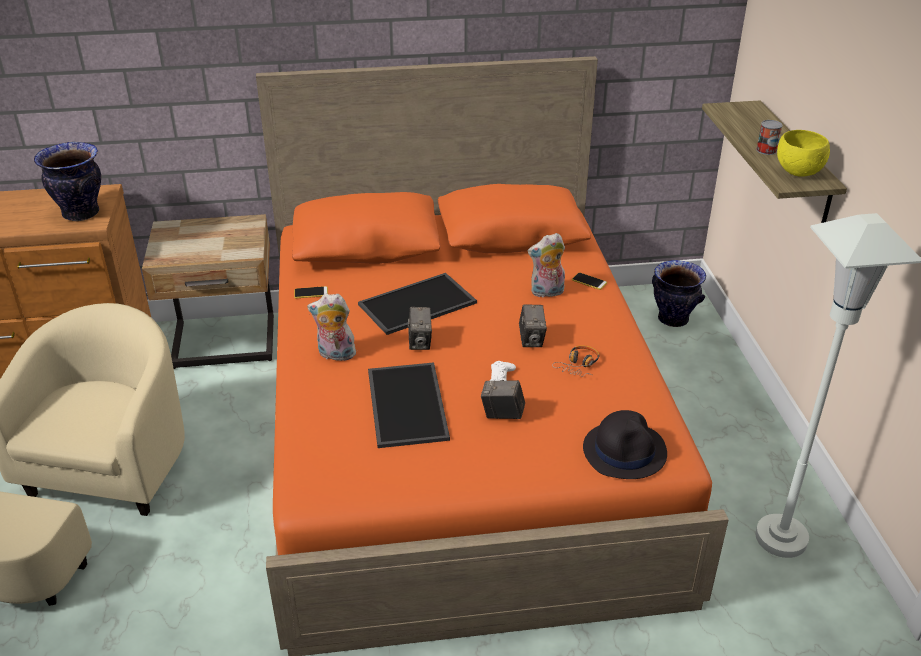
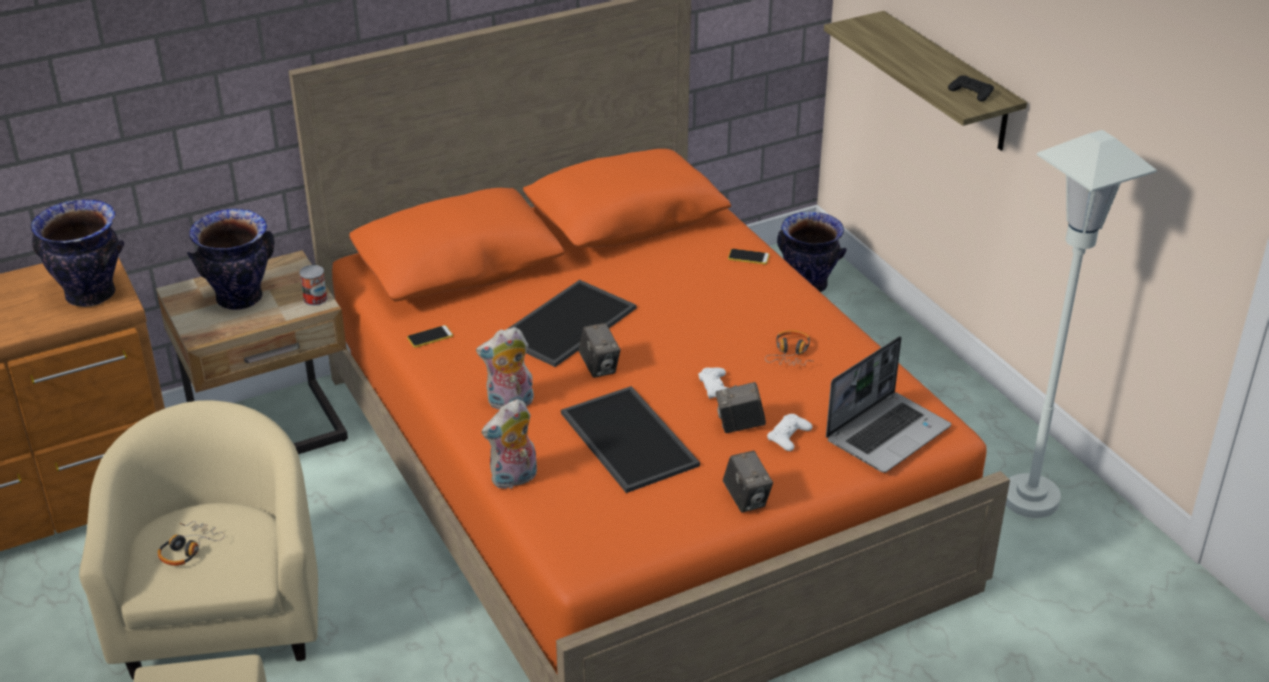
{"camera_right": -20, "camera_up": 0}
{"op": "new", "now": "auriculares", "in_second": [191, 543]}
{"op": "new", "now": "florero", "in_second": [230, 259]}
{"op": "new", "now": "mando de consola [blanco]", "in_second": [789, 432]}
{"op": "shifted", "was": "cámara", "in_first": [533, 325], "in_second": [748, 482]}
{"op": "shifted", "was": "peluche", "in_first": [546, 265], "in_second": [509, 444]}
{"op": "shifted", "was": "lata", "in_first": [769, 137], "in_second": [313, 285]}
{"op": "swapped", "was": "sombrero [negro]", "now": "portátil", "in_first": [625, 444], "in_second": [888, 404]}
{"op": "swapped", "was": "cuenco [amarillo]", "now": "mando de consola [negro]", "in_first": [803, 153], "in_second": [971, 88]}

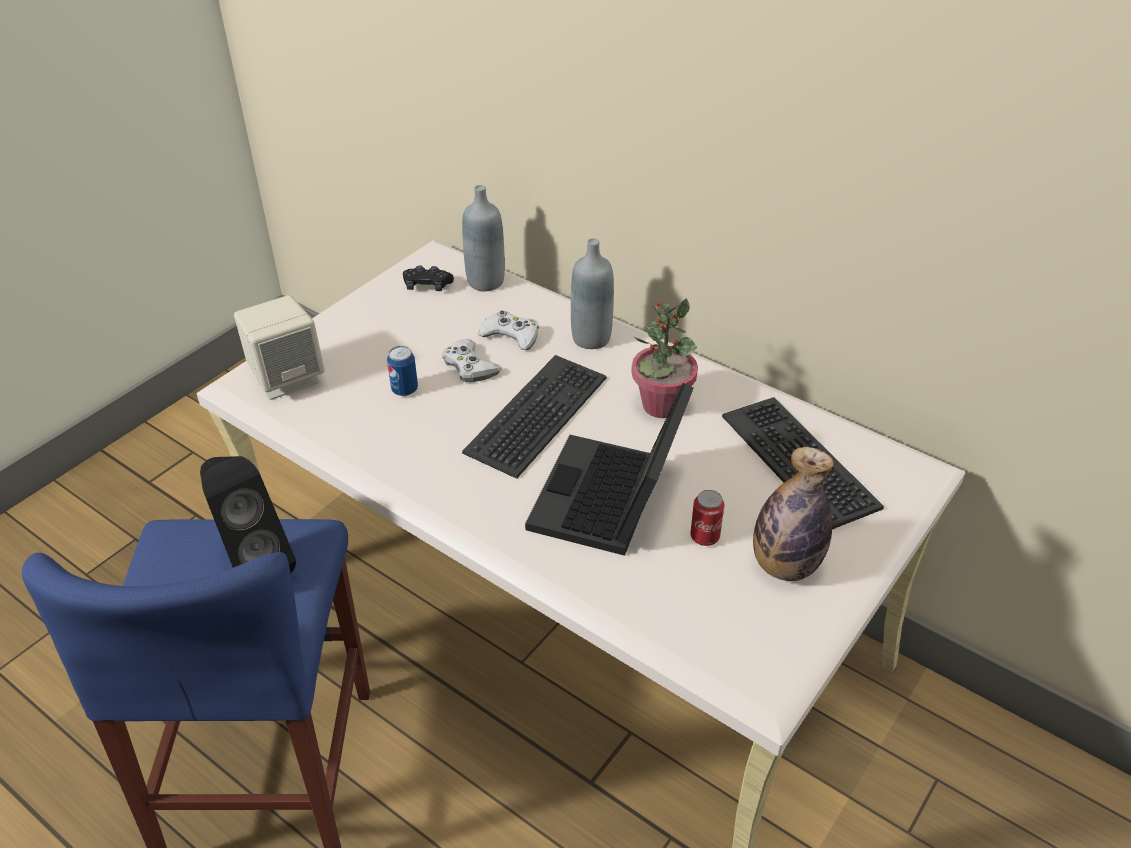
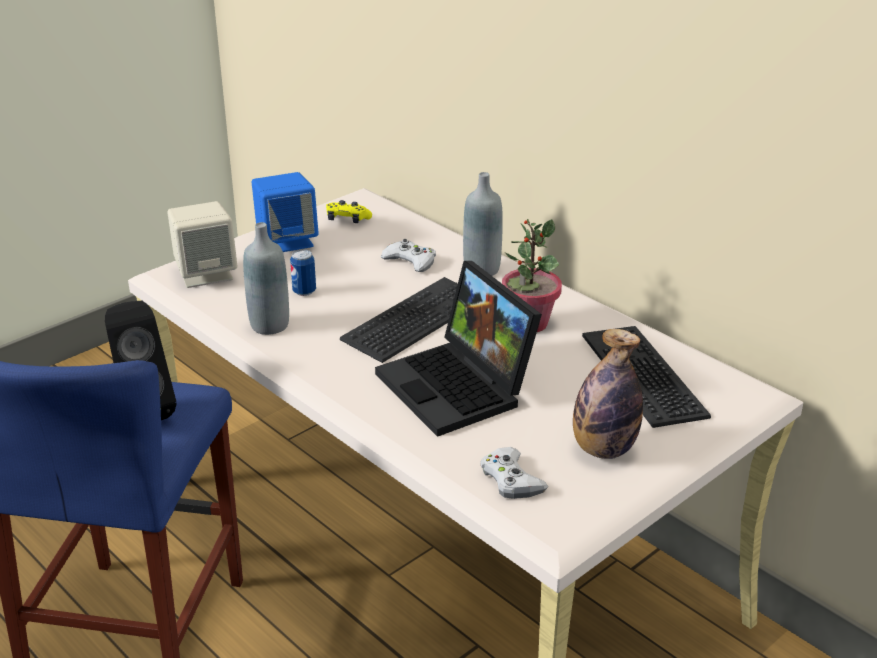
{"camera_right": 10, "camera_up": -10}
{"op": "gone", "was": "lata", "in_first": [707, 518]}
{"op": "new", "now": "altavoz [azul]", "in_second": [285, 212]}
{"op": "shifted", "was": "mando de consola [blanco]", "in_first": [471, 360], "in_second": [514, 473]}
{"op": "shifted", "was": "botella [gris]", "in_first": [483, 238], "in_second": [266, 278]}
{"op": "repainted", "was": "mando de consola [negro]", "now": "mando de consola [amarillo]", "in_first": [428, 278], "in_second": [349, 211]}
{"op": "rotated", "was": "portátil", "in_first": [609, 469], "in_second": [458, 349], "clockwise": -60}

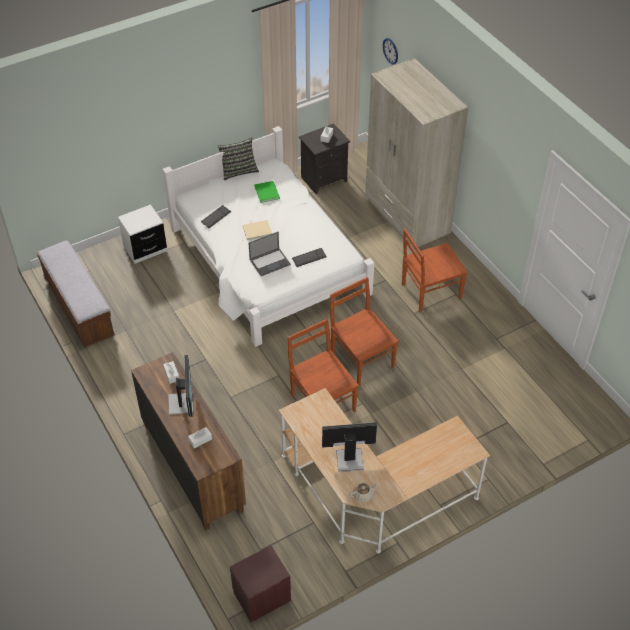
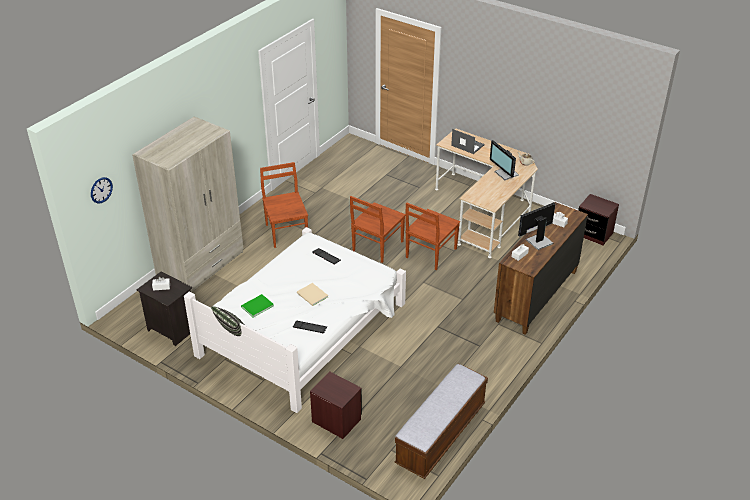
{"camera_right": -115, "camera_up": -10}
{"op": "shifted", "was": "portátil", "in_first": [270, 254], "in_second": [467, 141]}
{"op": "repainted", "was": "mesita de noche [blanco]", "now": "mesita de noche [marrón]", "in_first": [142, 234], "in_second": [336, 405]}
{"op": "rotated", "was": "silla [marrón]", "in_first": [435, 270], "in_second": [284, 205], "clockwise": -150}

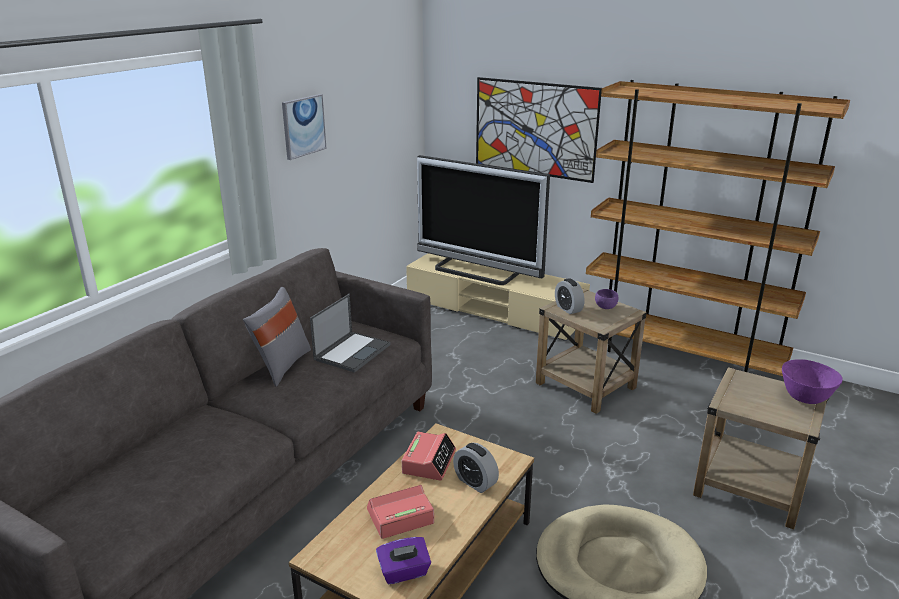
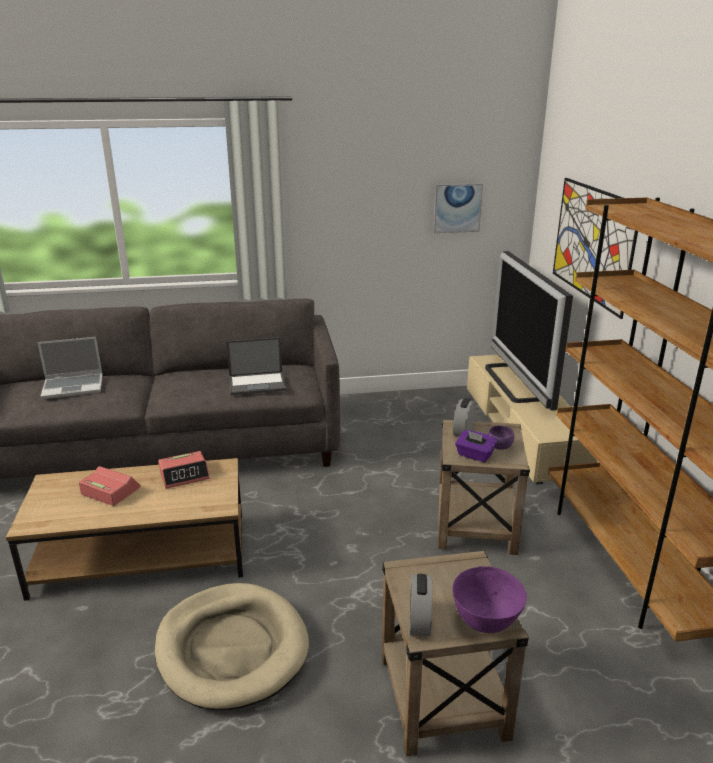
{"camera_right": 50, "camera_up": 0}
{"op": "gone", "was": "cojín [gris]", "in_first": [277, 337]}
{"op": "new", "now": "portátil", "in_second": [70, 368]}
{"op": "shifted", "was": "cuadro", "in_first": [304, 127], "in_second": [458, 208]}
{"op": "shifted", "was": "caja de pañuelos [morado]", "in_first": [403, 560], "in_second": [476, 446]}
{"op": "shifted", "was": "despertador", "in_first": [476, 468], "in_second": [421, 605]}

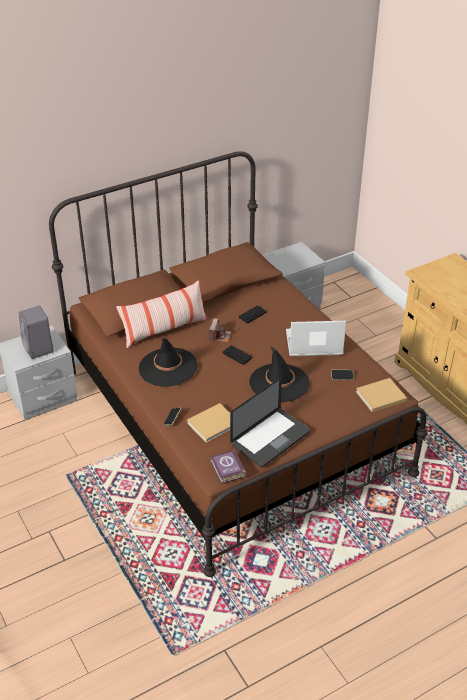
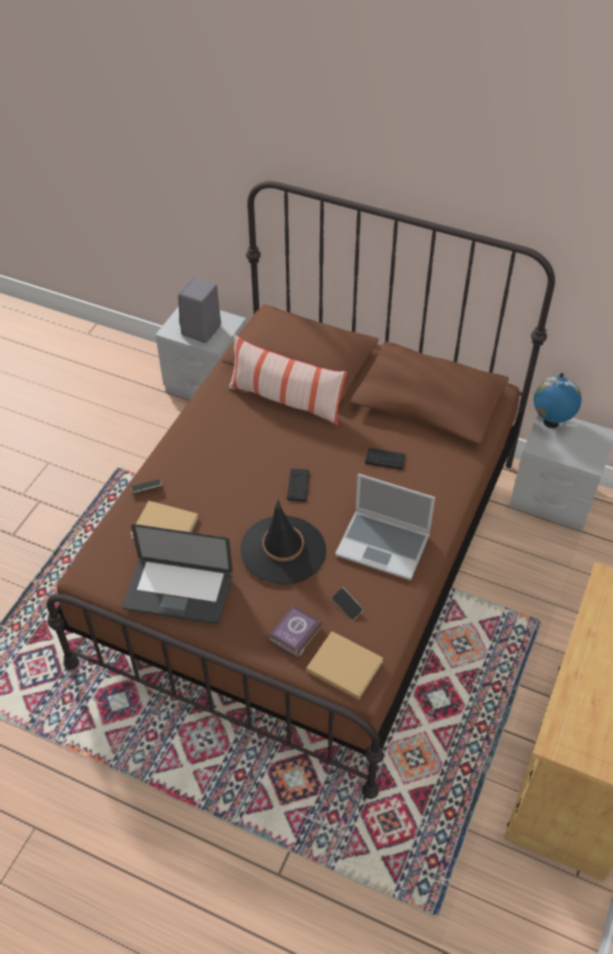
{"camera_right": 55, "camera_up": 10}
{"op": "gone", "was": "sombrero [negro]", "in_first": [168, 362]}
{"op": "gone", "was": "cámara", "in_first": [220, 330]}
{"op": "new", "now": "globo terráqueo", "in_second": [558, 400]}
{"op": "shifted", "was": "libro", "in_first": [228, 466], "in_second": [295, 632]}
{"op": "rotated", "was": "portátil", "in_first": [316, 338], "in_second": [385, 527], "clockwise": 150}

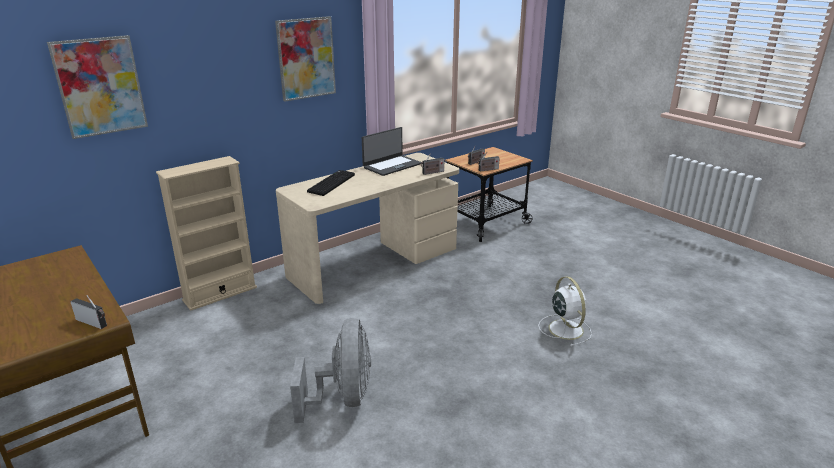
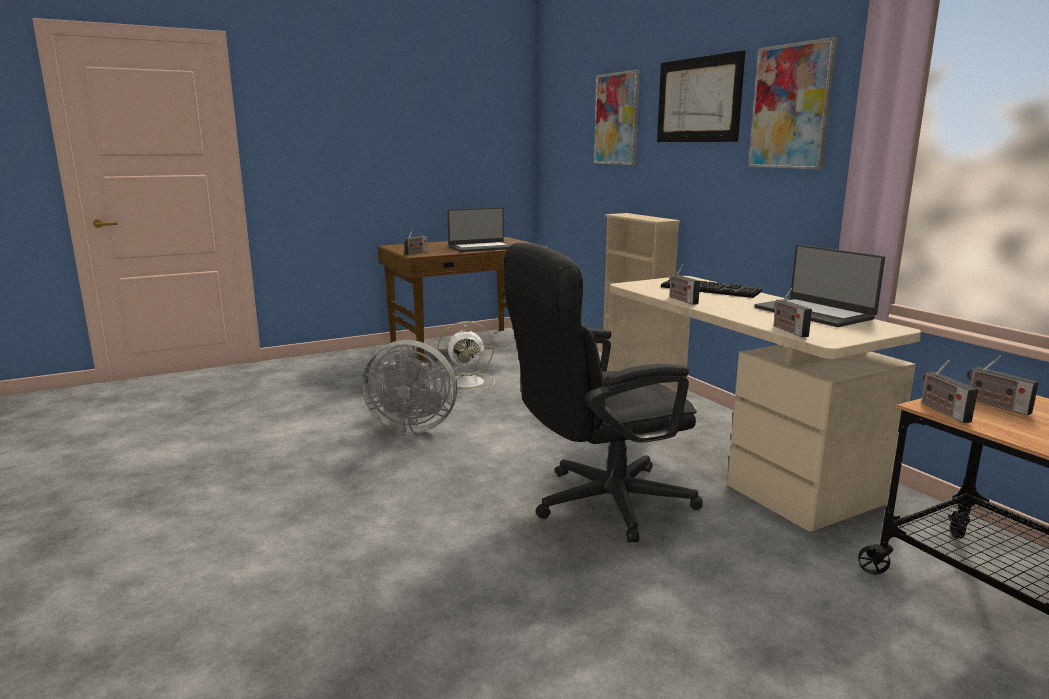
{"camera_right": 100, "camera_up": -10}
{"op": "new", "now": "portátil", "in_second": [479, 229]}
{"op": "new", "now": "silla de oficina [negro]", "in_second": [603, 393]}
{"op": "new", "now": "cuadro", "in_second": [701, 96]}
{"op": "new", "now": "radio", "in_second": [684, 284]}
{"op": "shifted", "was": "ventilador [blanco]", "in_first": [565, 311], "in_second": [466, 356]}

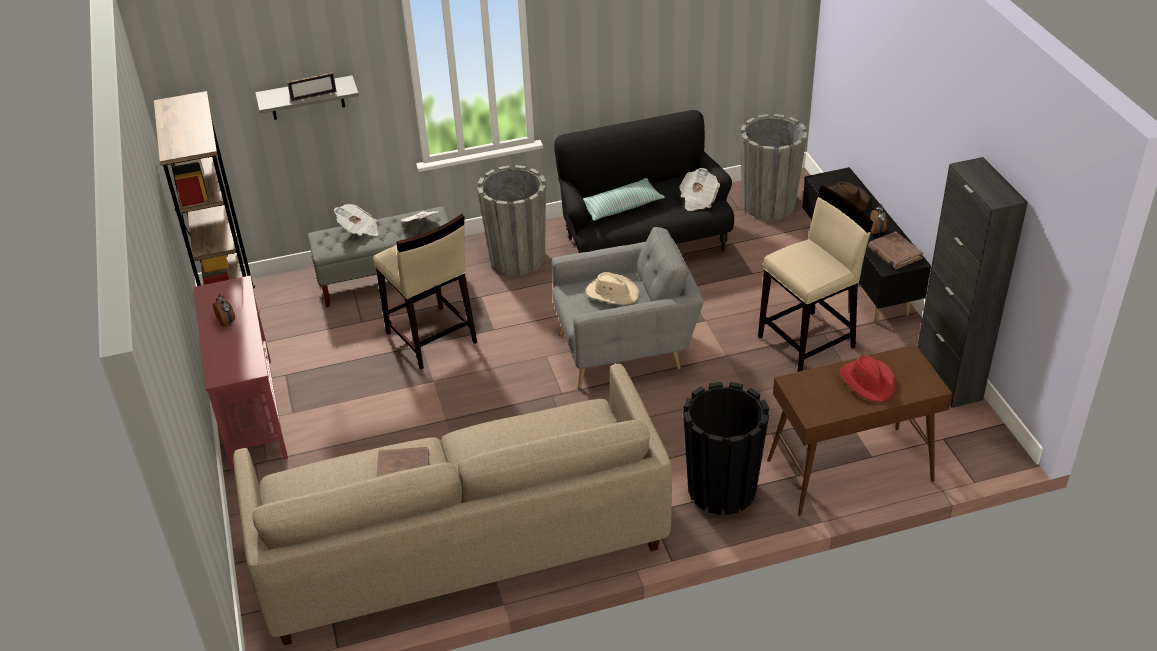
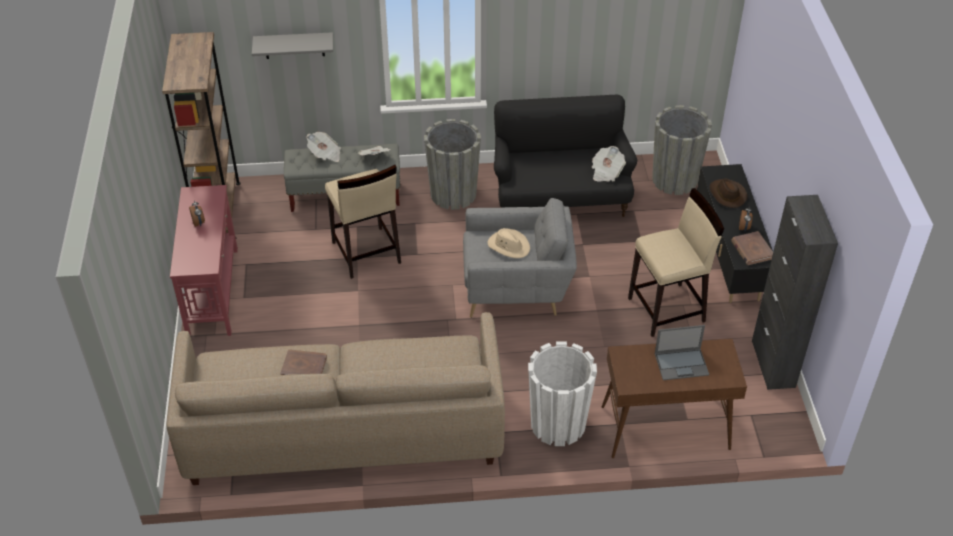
{"camera_right": 10, "camera_up": 5}
{"op": "gone", "was": "portarretratos", "in_first": [312, 87]}
{"op": "gone", "was": "cojín", "in_first": [624, 199]}
{"op": "swapped", "was": "sombrero [rojo]", "now": "portátil", "in_first": [868, 378], "in_second": [682, 352]}
{"op": "repainted", "was": "maceta [negro]", "now": "maceta [blanco]", "in_first": [726, 448], "in_second": [562, 393]}

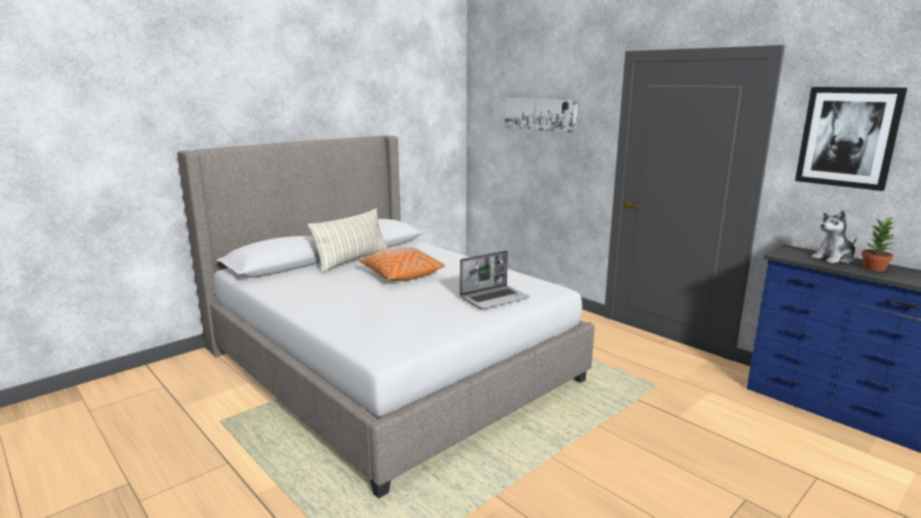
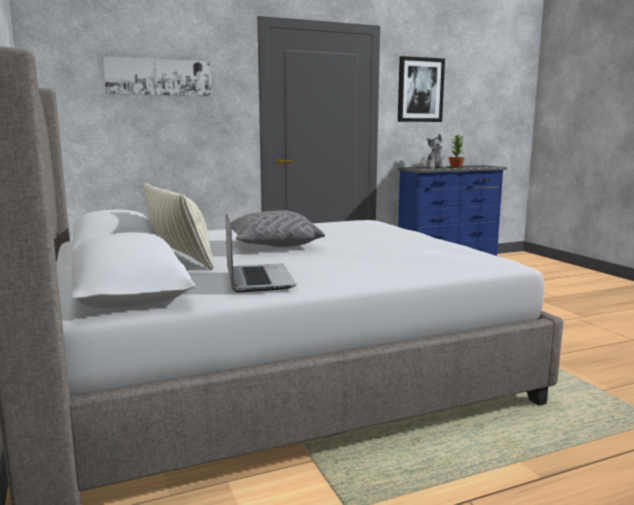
{"camera_right": -70, "camera_up": -5}
{"op": "shifted", "was": "portátil", "in_first": [495, 280], "in_second": [261, 253]}
{"op": "repainted", "was": "cojín [naranja]", "now": "cojín [gris]", "in_first": [401, 264], "in_second": [277, 228]}

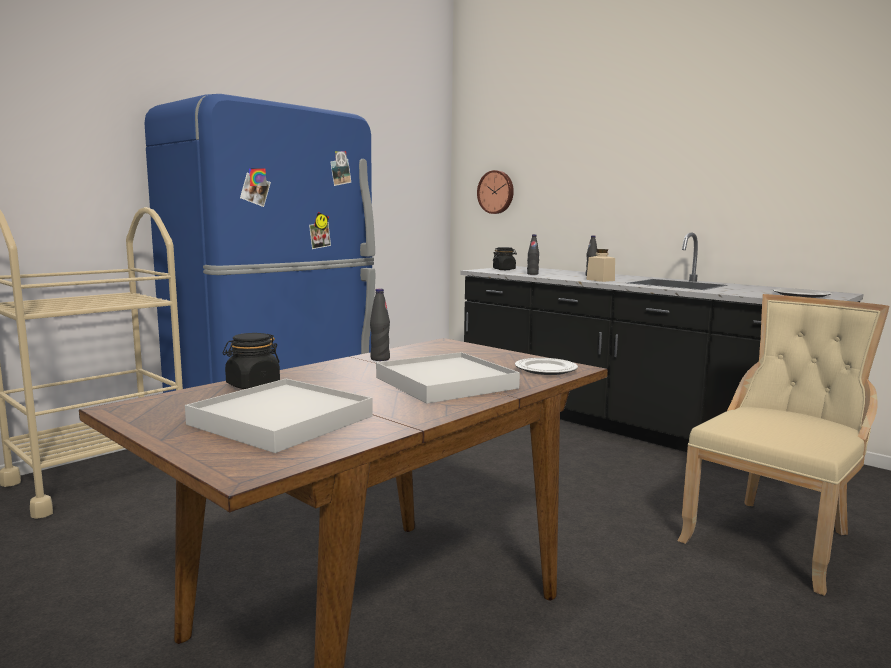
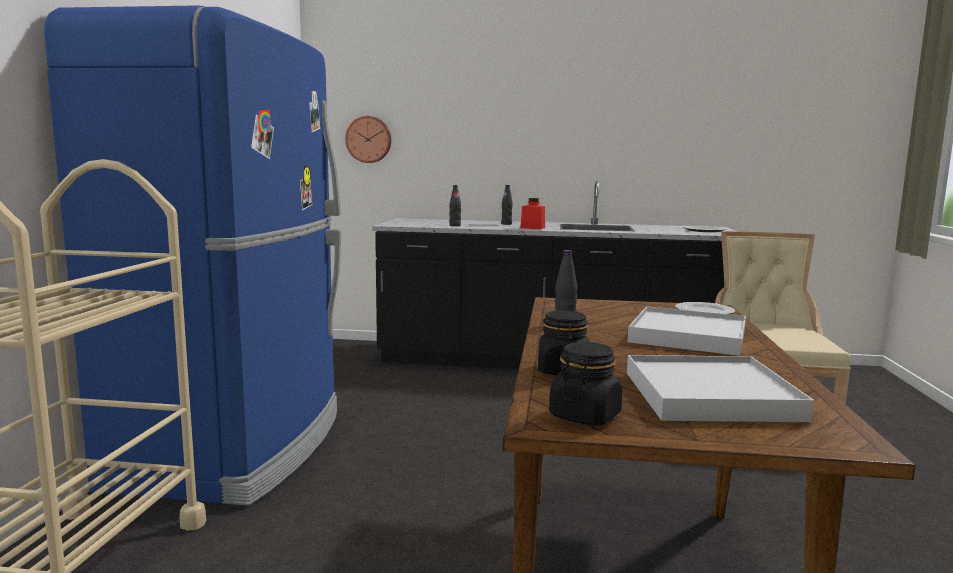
{"camera_right": -35, "camera_up": 0}
{"op": "shifted", "was": "tarro [negro]", "in_first": [505, 258], "in_second": [585, 384]}
{"op": "repainted", "was": "tarro [beis]", "now": "tarro [rojo]", "in_first": [600, 265], "in_second": [532, 213]}

